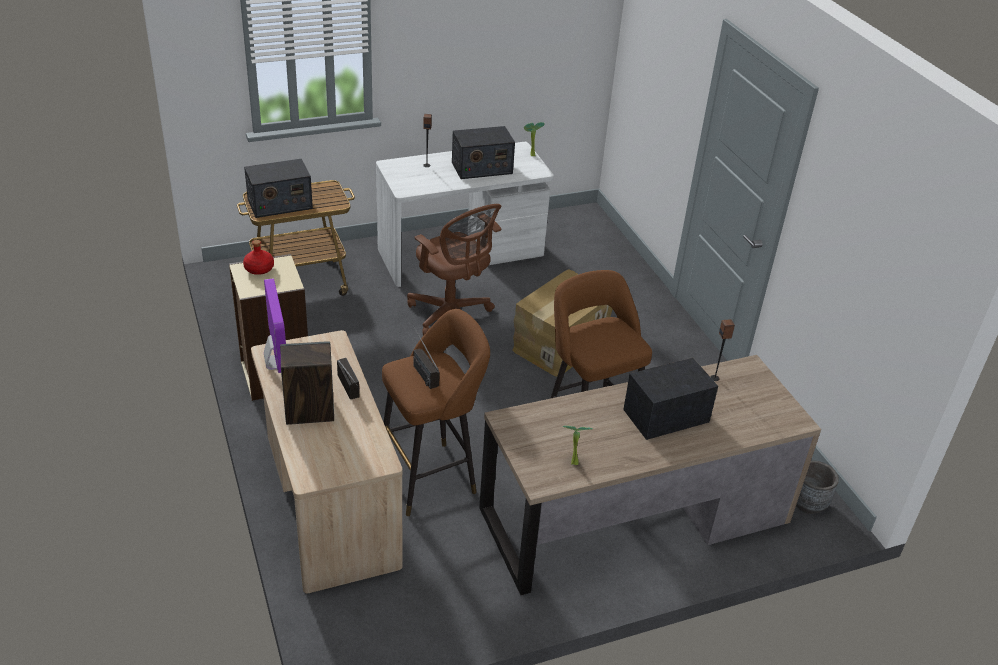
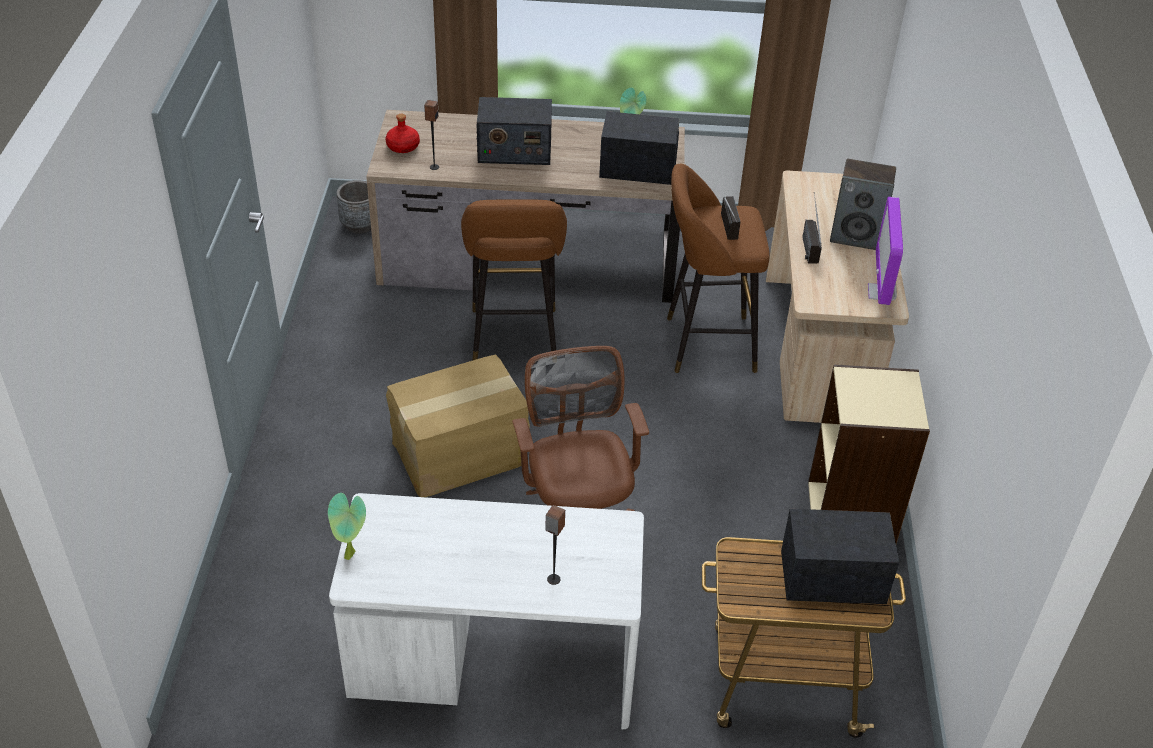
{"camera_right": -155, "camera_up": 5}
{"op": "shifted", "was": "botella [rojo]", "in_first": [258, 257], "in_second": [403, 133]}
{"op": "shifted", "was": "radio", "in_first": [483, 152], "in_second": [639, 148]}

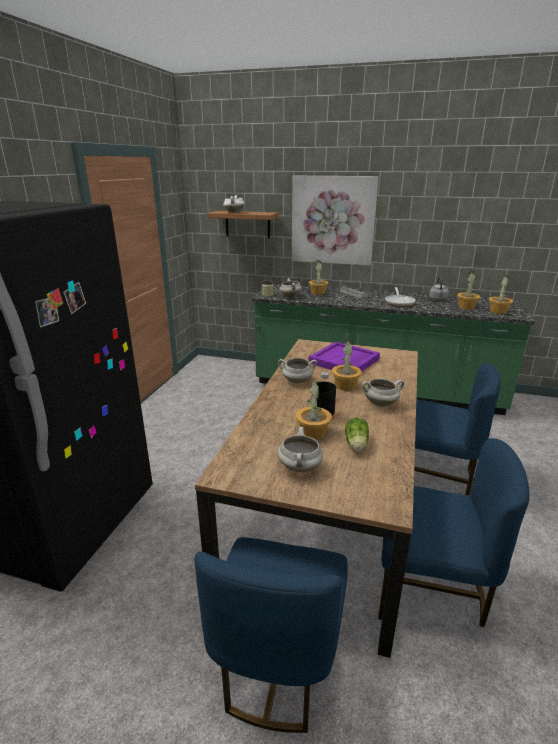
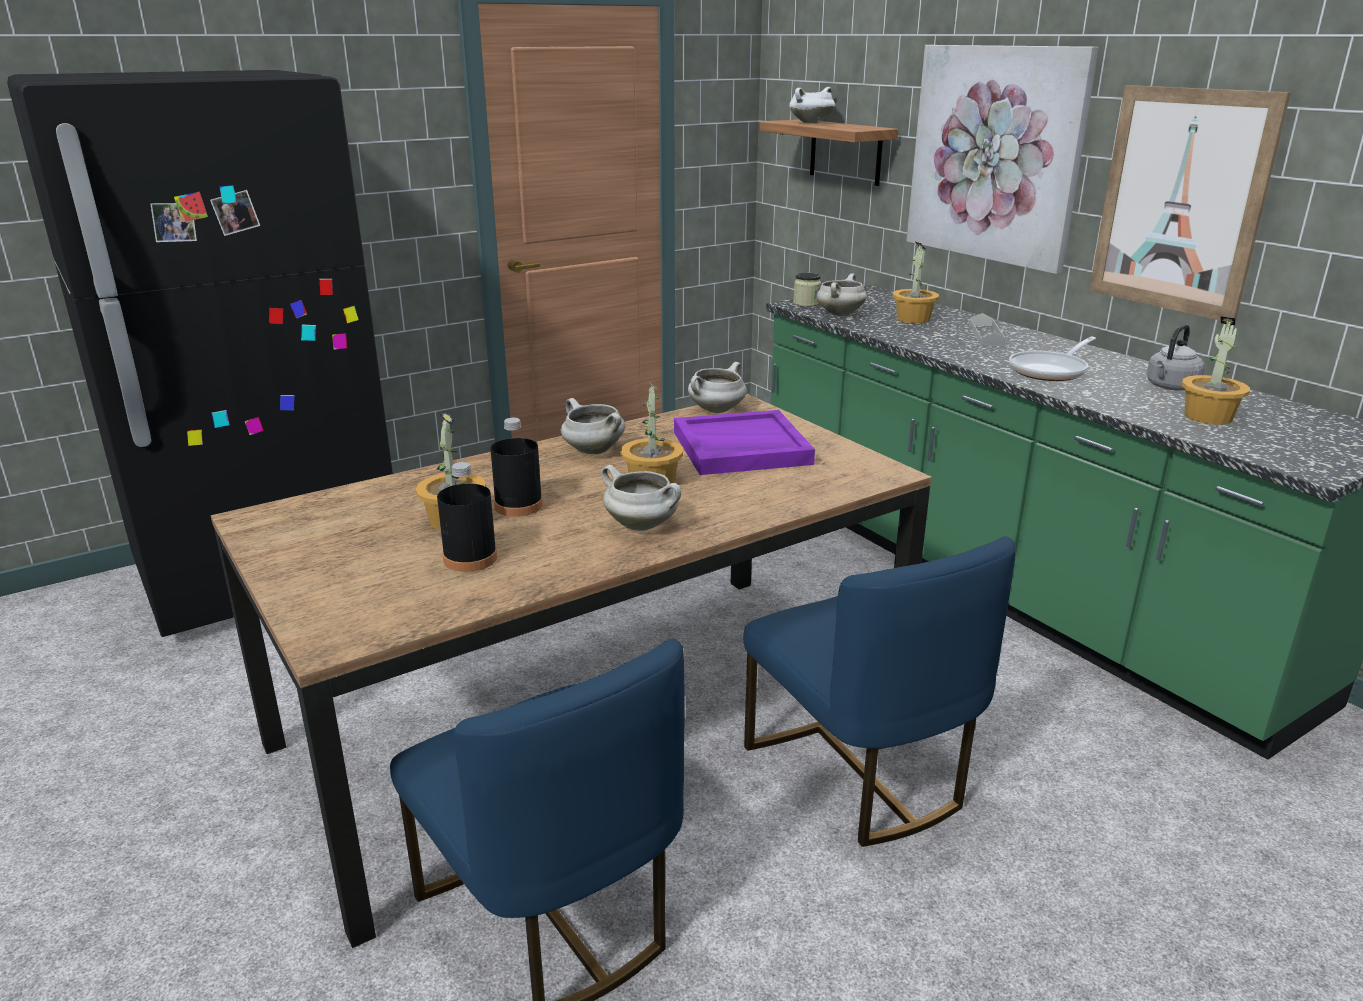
{"camera_right": 40, "camera_up": 0}
{"op": "gone", "was": "silla [azul]", "in_first": [271, 635]}
{"op": "gone", "was": "planta en maceta", "in_first": [501, 294]}
{"op": "new", "now": "cuadro", "in_second": [1190, 204]}
{"op": "shifted", "was": "olla [blanco]", "in_first": [300, 449], "in_second": [717, 387]}
{"op": "swapped", "was": "lechuga", "now": "botella [negro]", "in_first": [357, 434], "in_second": [467, 517]}

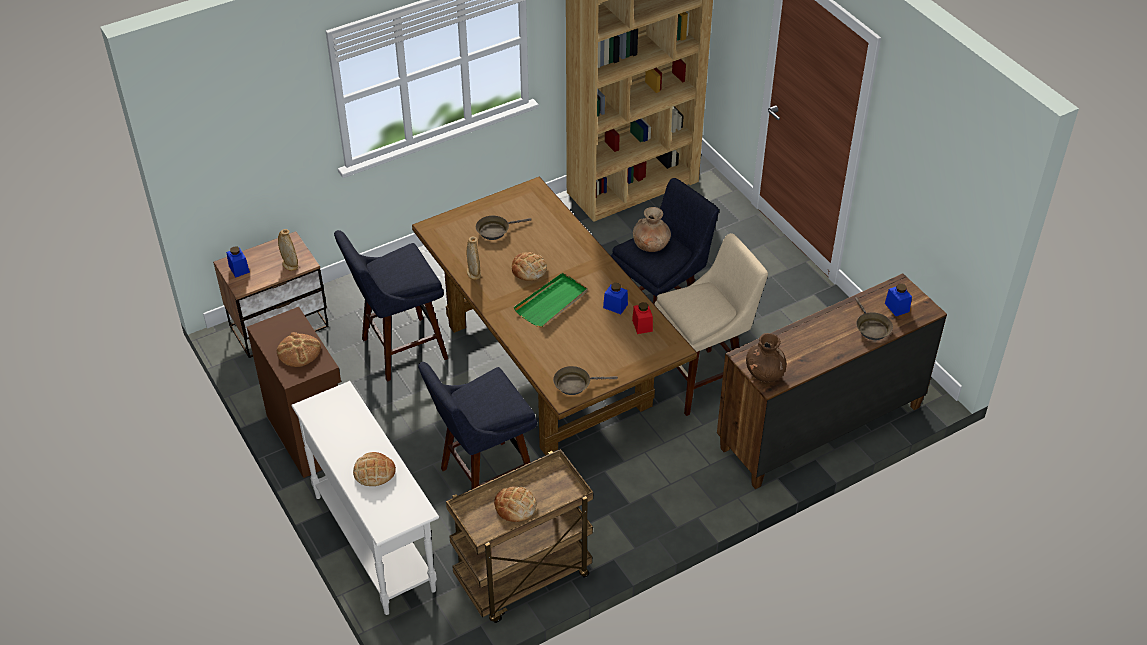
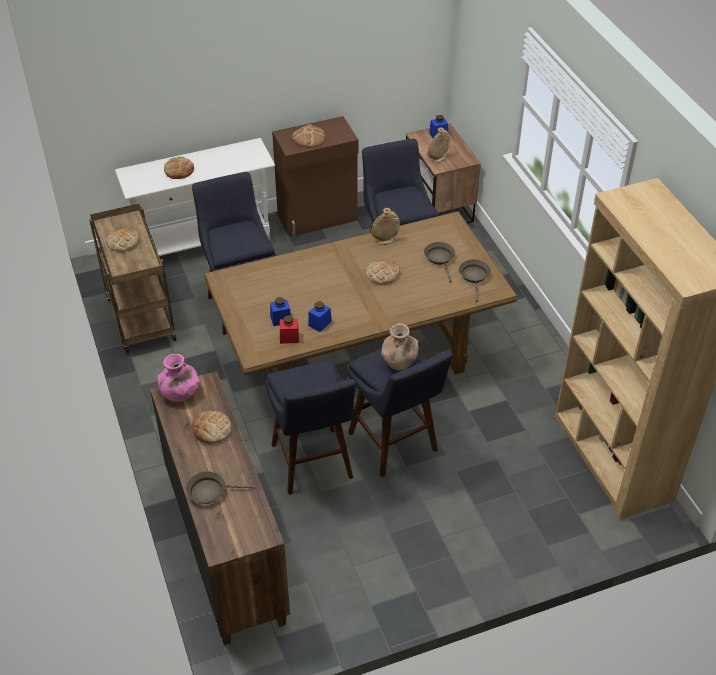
{"camera_right": 100, "camera_up": 0}
{"op": "gone", "was": "bandeja [verde]", "in_first": [551, 300]}
{"op": "new", "now": "pan", "in_second": [212, 427]}
{"op": "shifted", "was": "sartén [marrón]", "in_first": [585, 380], "in_second": [474, 280]}
{"op": "shifted", "was": "tarro [azul]", "in_first": [898, 300], "in_second": [280, 311]}
{"op": "repainted", "was": "taburete [beis]", "now": "taburete [azul]", "in_first": [711, 324], "in_second": [310, 427]}
{"op": "repainted", "was": "florero [marrón]", "now": "florero [rosa]", "in_first": [766, 358], "in_second": [179, 378]}

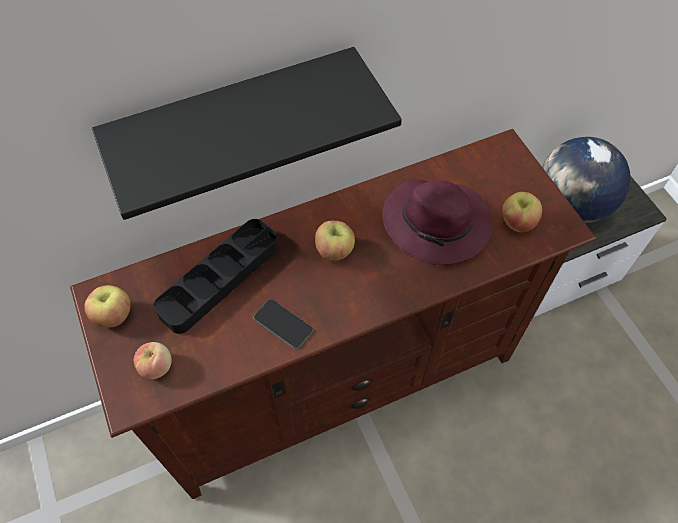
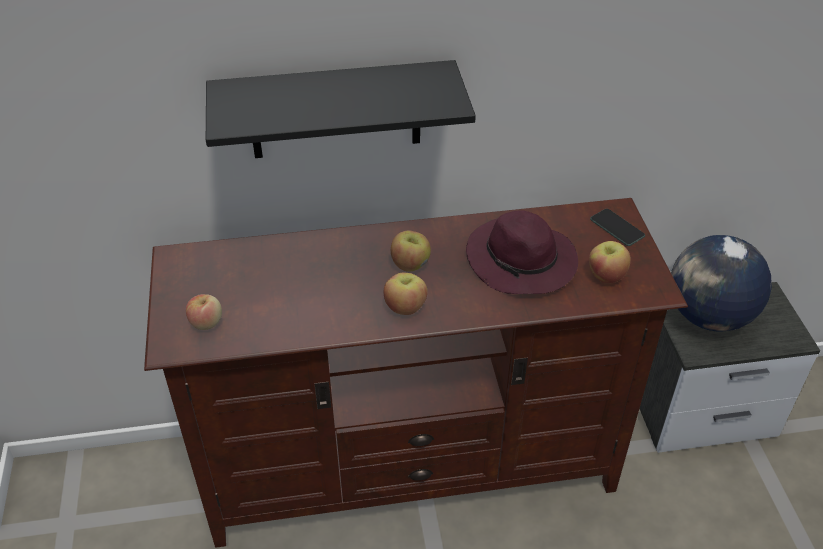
{"camera_right": 15, "camera_up": -15}
{"op": "gone", "was": "bandeja [negro]", "in_first": [216, 276]}
{"op": "shifted", "was": "manzana", "in_first": [107, 306], "in_second": [406, 294]}
{"op": "shifted", "was": "móvil", "in_first": [283, 324], "in_second": [617, 227]}

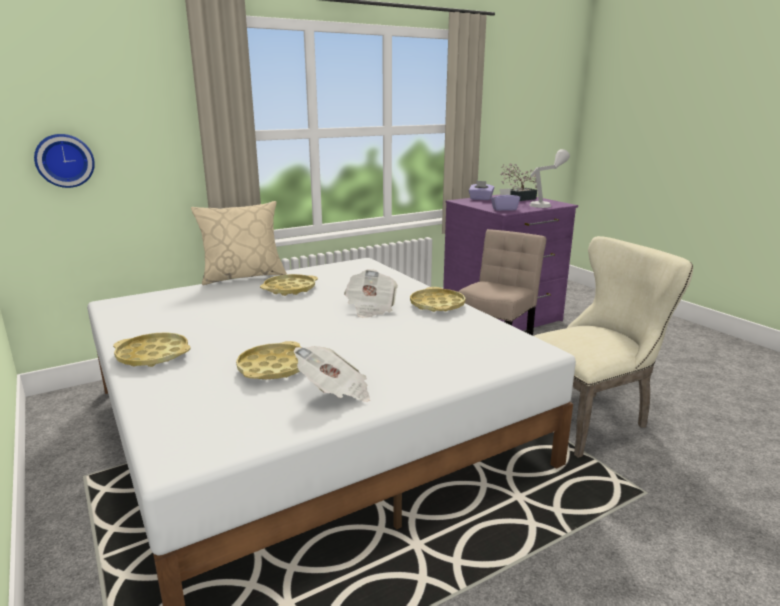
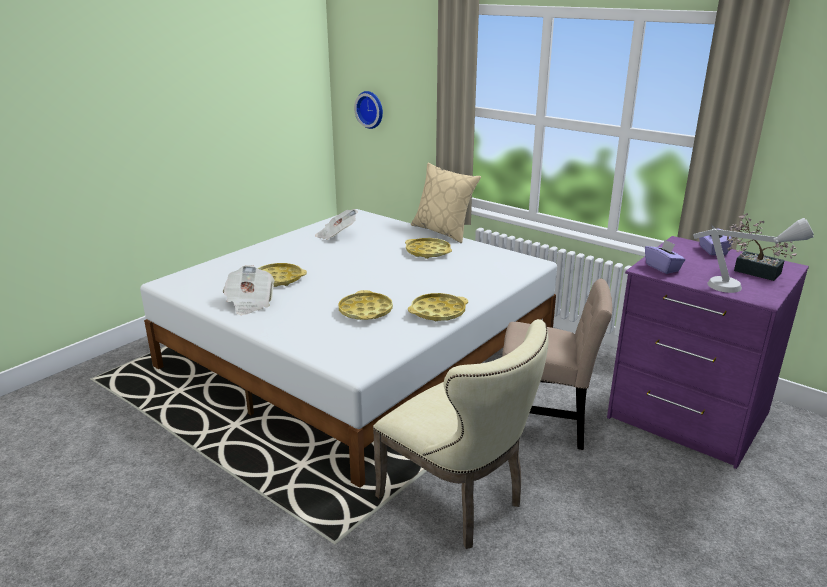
{"camera_right": 70, "camera_up": 5}
{"op": "shifted", "was": "bandeja [amarillo]", "in_first": [152, 349], "in_second": [365, 305]}
{"op": "shifted", "was": "periódico", "in_first": [371, 293], "in_second": [336, 224]}

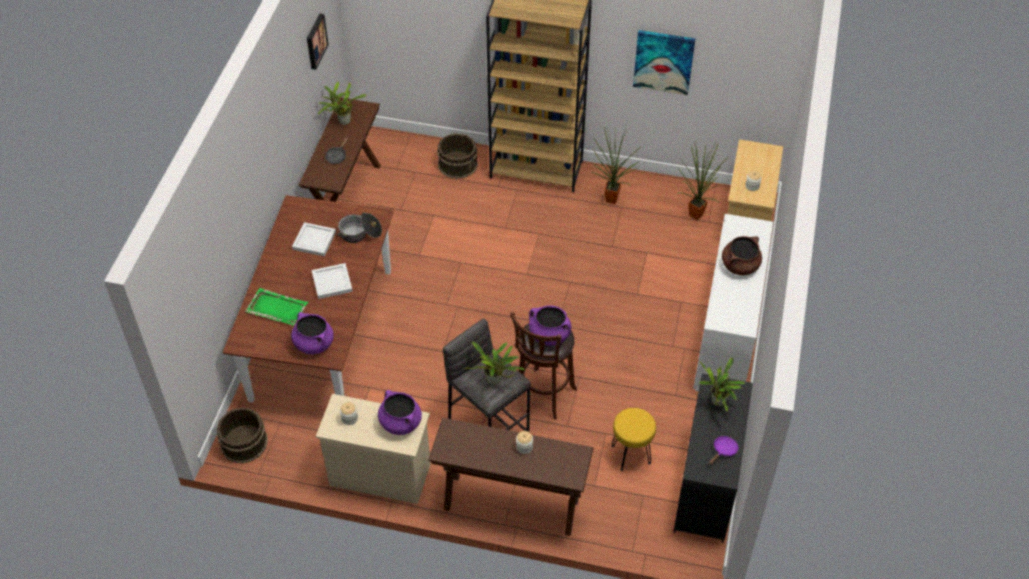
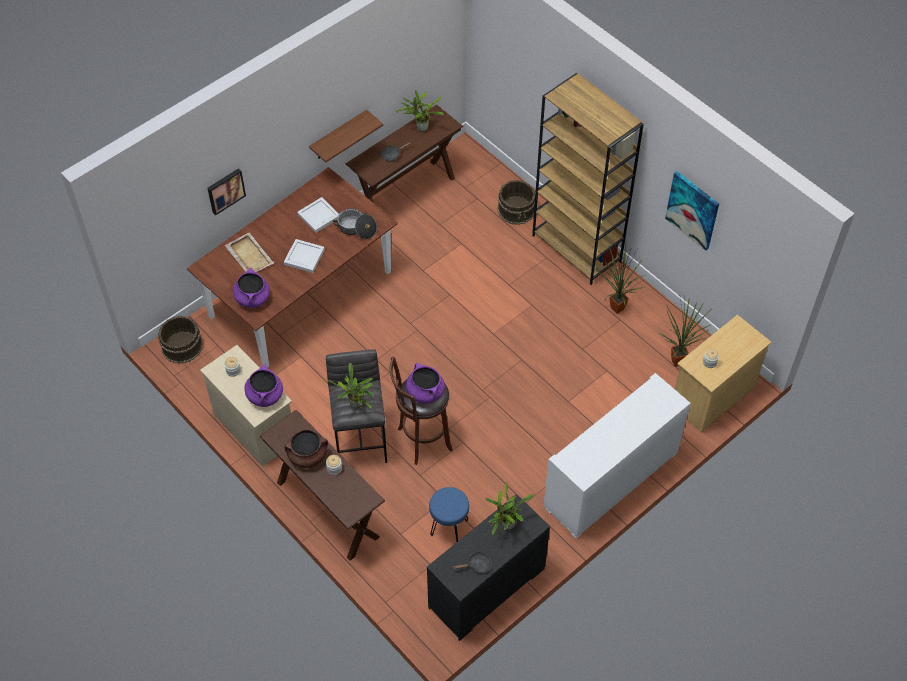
{"camera_right": 35, "camera_up": 5}
{"op": "new", "now": "estante", "in_second": [346, 136]}
{"op": "shifted", "was": "cuadro", "in_first": [318, 42], "in_second": [226, 191]}
{"op": "shifted", "was": "olla [marrón]", "in_first": [742, 255], "in_second": [306, 449]}
{"op": "repainted", "was": "bandeja [verde]", "now": "bandeja [beis]", "in_first": [276, 306], "in_second": [249, 252]}
{"op": "repainted", "was": "taburete [amarillo]", "now": "taburete [azul]", "in_first": [634, 439], "in_second": [449, 514]}
{"op": "repainted", "was": "sartén [morado]", "now": "sartén [negro]", "in_first": [724, 450], "in_second": [472, 562]}

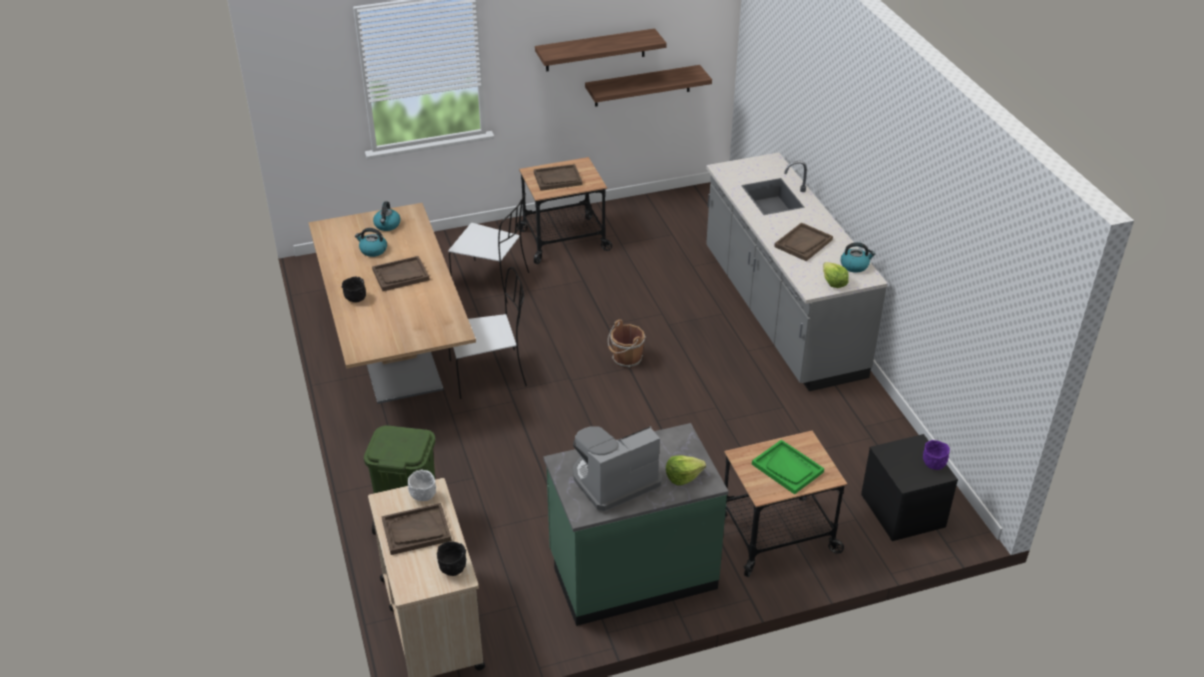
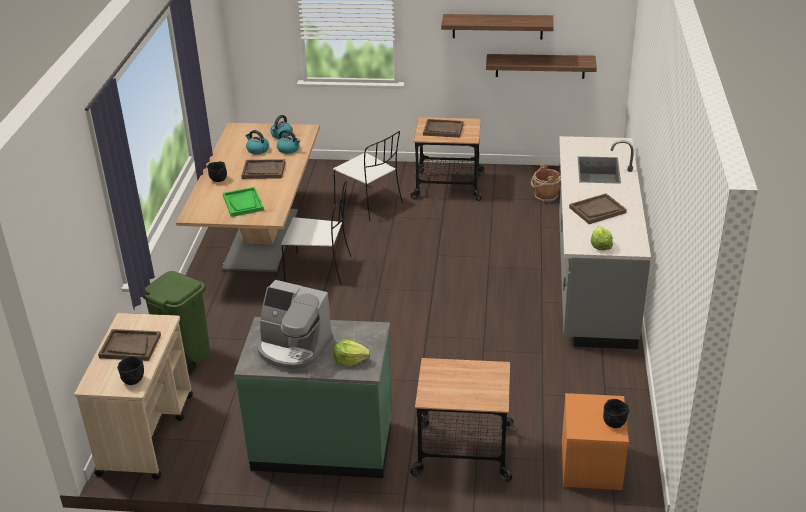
{"camera_right": 25, "camera_up": -5}
{"op": "gone", "was": "cuenco [blanco]", "in_first": [422, 485]}
{"op": "shifted", "was": "cubo [marrón]", "in_first": [627, 343], "in_second": [546, 183]}
{"op": "shifted", "was": "bandeja [verde]", "in_first": [788, 467], "in_second": [243, 202]}
{"op": "shifted", "was": "hervidor", "in_first": [858, 257], "in_second": [288, 142]}
{"op": "repainted", "was": "mesita de noche [negro]", "now": "mesita de noche [naranja]", "in_first": [909, 487], "in_second": [595, 441]}
{"op": "repainted", "was": "cuenco [morado]", "now": "cuenco [negro]", "in_first": [936, 455], "in_second": [616, 413]}
{"op": "rotated", "was": "cafetera", "in_first": [618, 469], "in_second": [295, 325], "clockwise": -150}

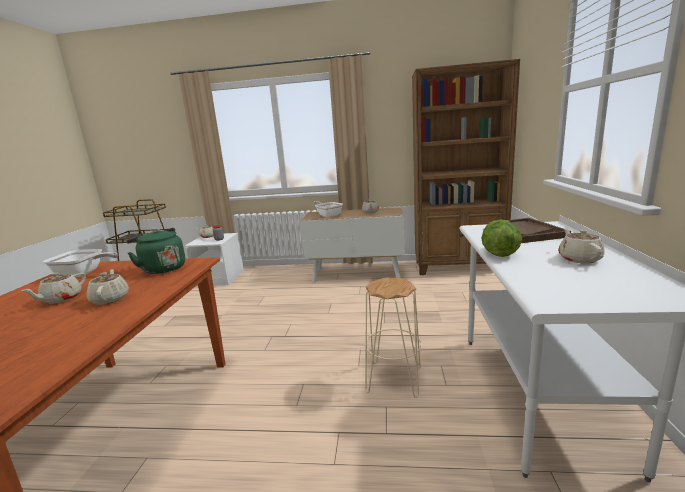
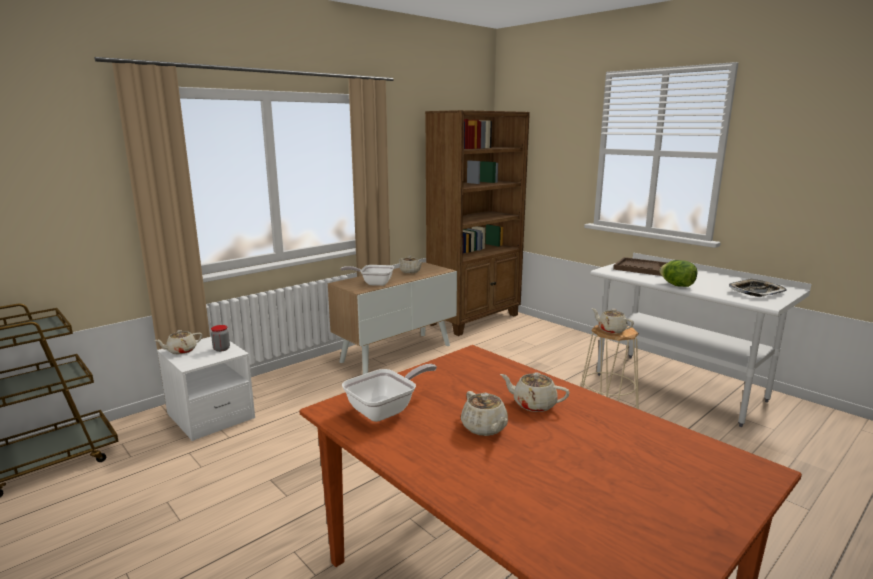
{"camera_right": -50, "camera_up": 0}
{"op": "gone", "was": "hervidor [verde]", "in_first": [155, 251]}
{"op": "new", "now": "bandeja", "in_second": [758, 287]}
{"op": "shifted", "was": "tetera [beis]", "in_first": [581, 245], "in_second": [613, 321]}

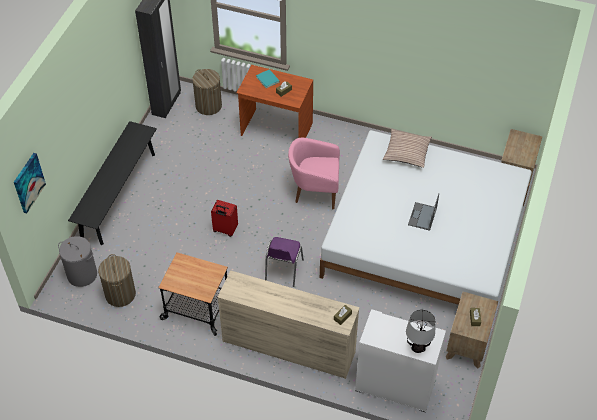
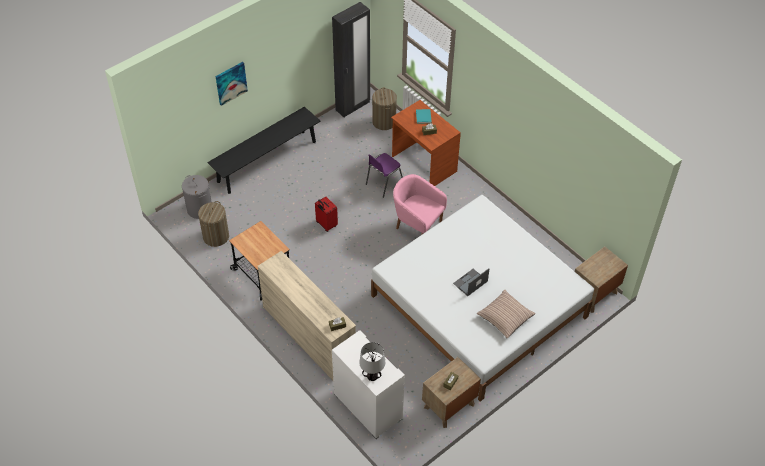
{"camera_right": 30, "camera_up": 0}
{"op": "shifted", "was": "cuadro", "in_first": [30, 183], "in_second": [231, 84]}
{"op": "shifted", "was": "silla [morado]", "in_first": [284, 262], "in_second": [384, 175]}
{"op": "shifted", "was": "cojín", "in_first": [407, 148], "in_second": [506, 314]}

